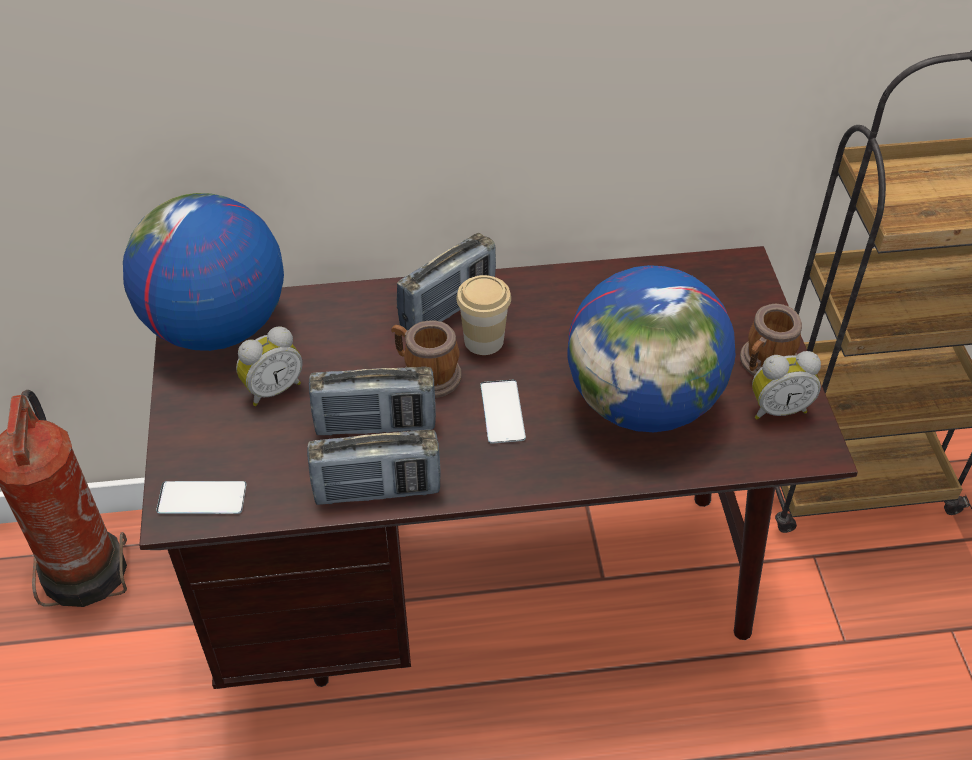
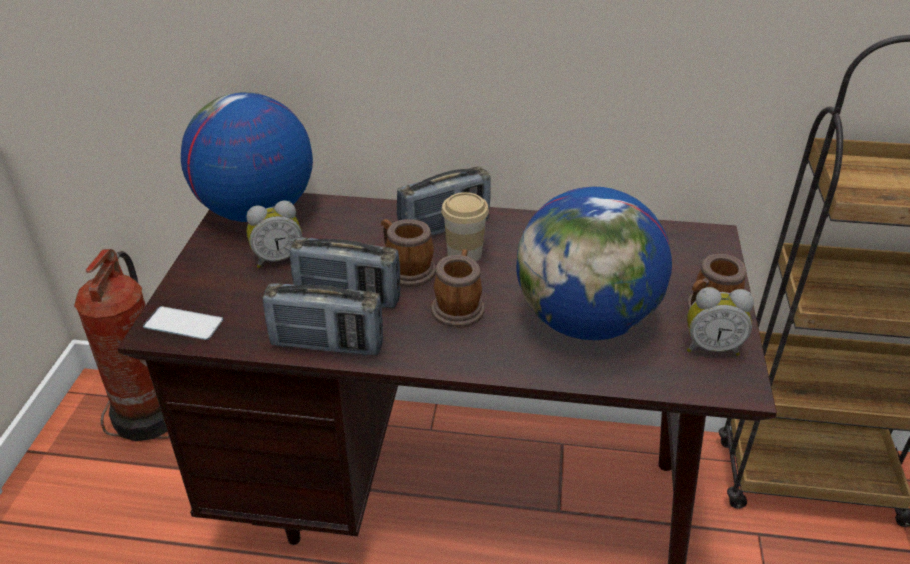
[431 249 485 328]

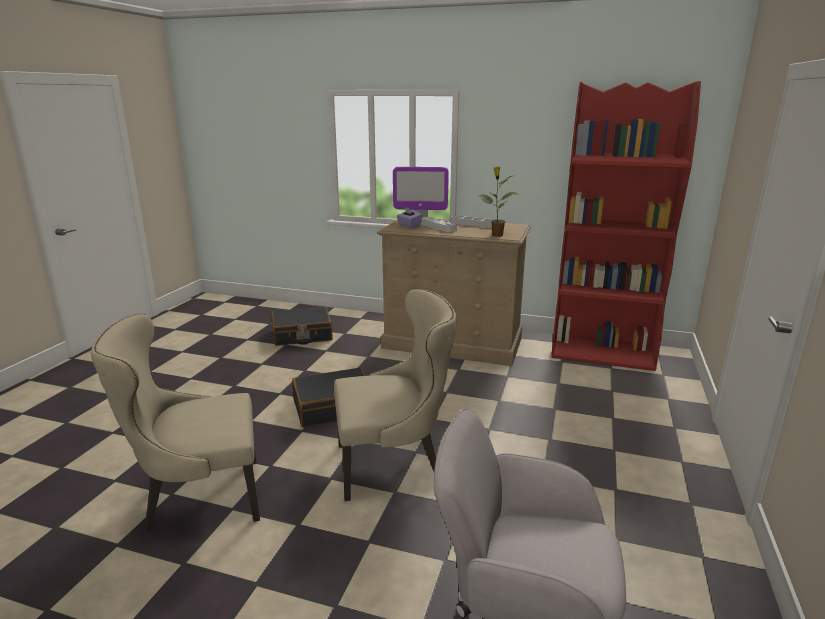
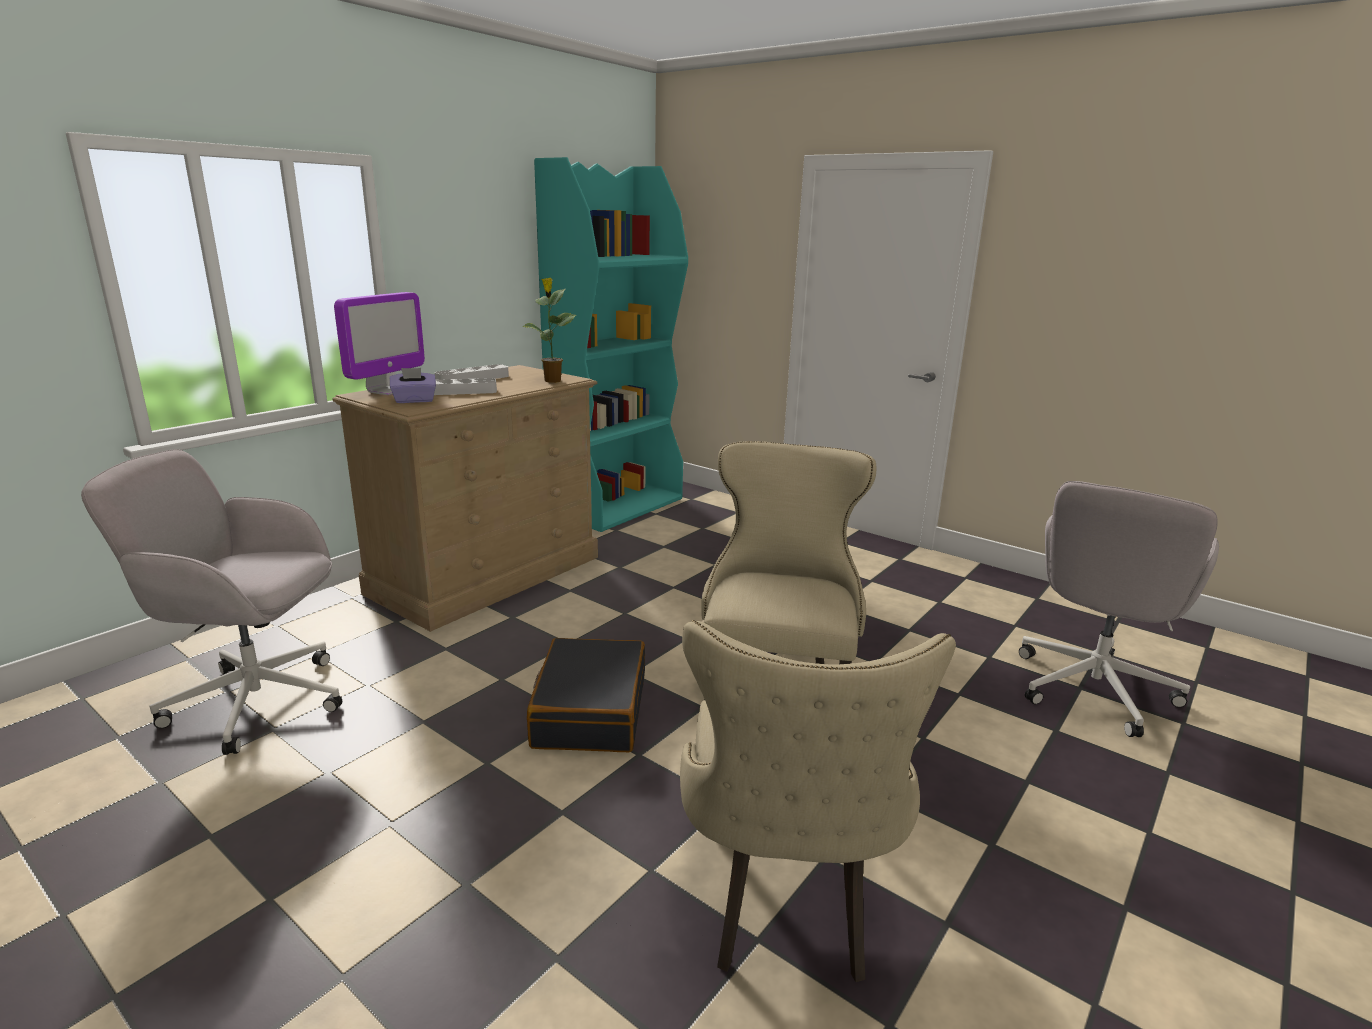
[81 449 342 755]
[534 157 688 532]

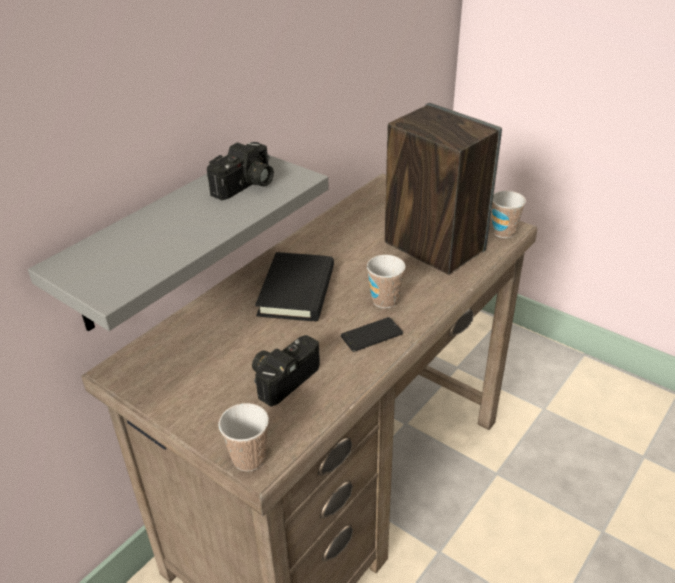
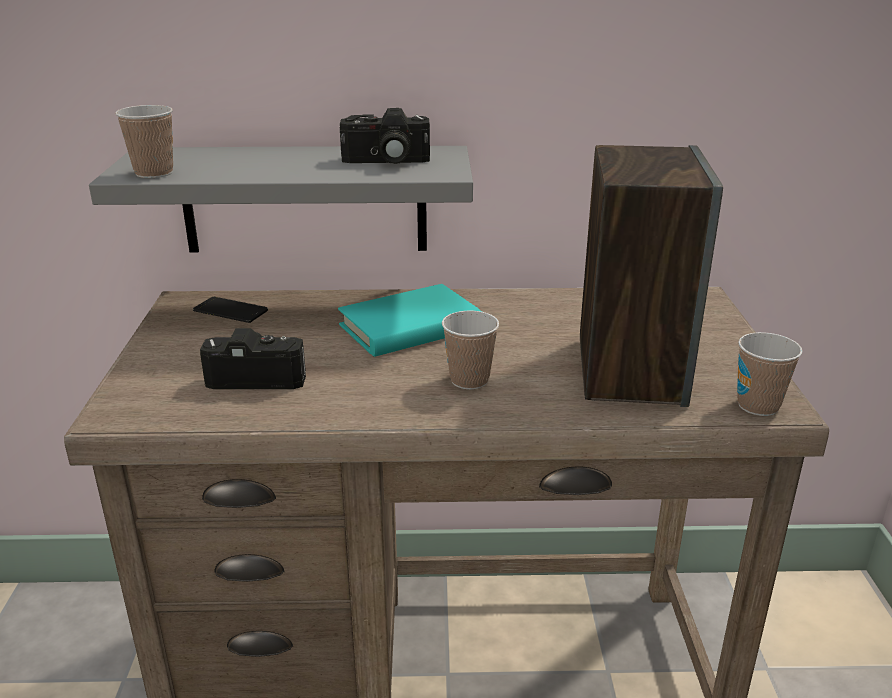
[115 105 173 178]
[193 297 268 323]
[338 284 482 357]

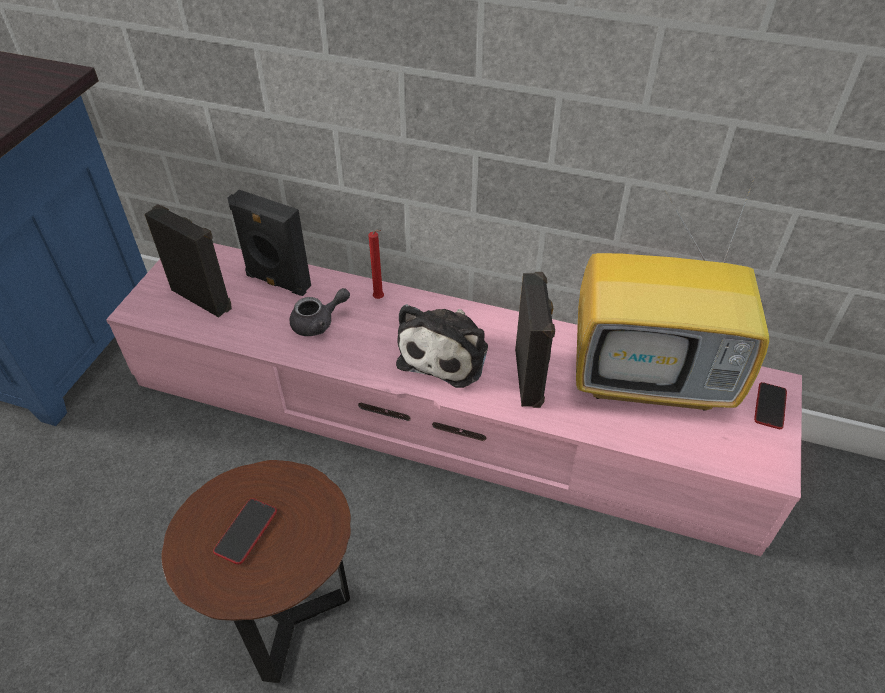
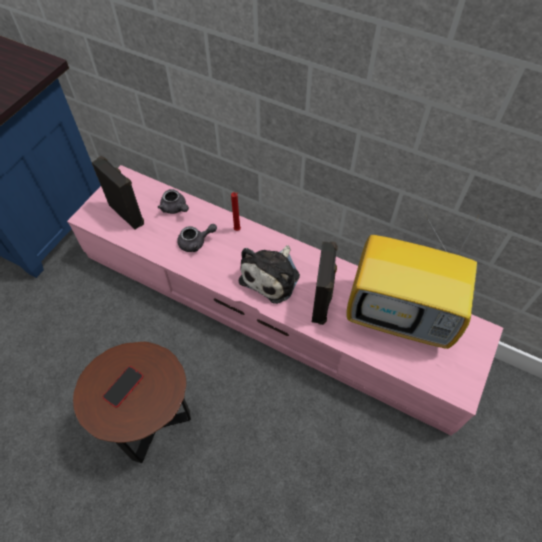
[158 189 189 214]
[754 382 787 429] (first image)

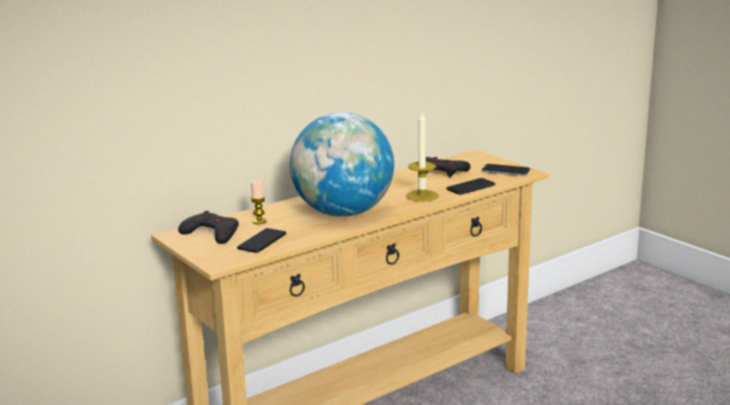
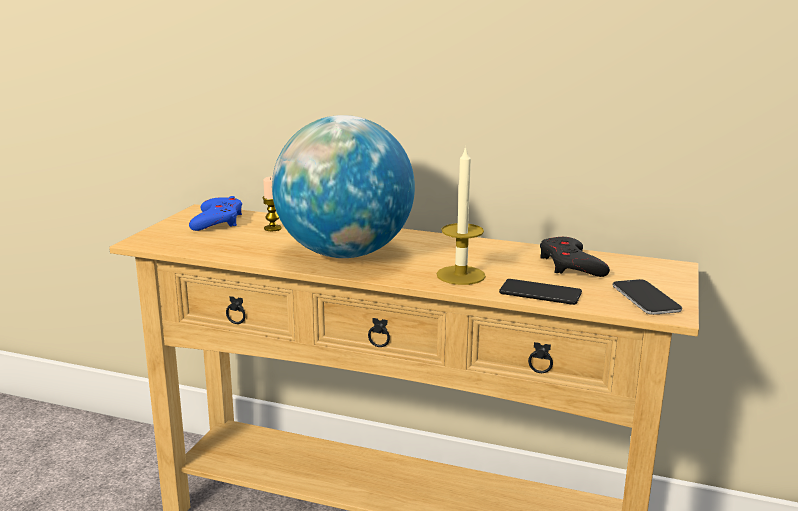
[189 196 242 231]
[237 228 286 253] (first image)

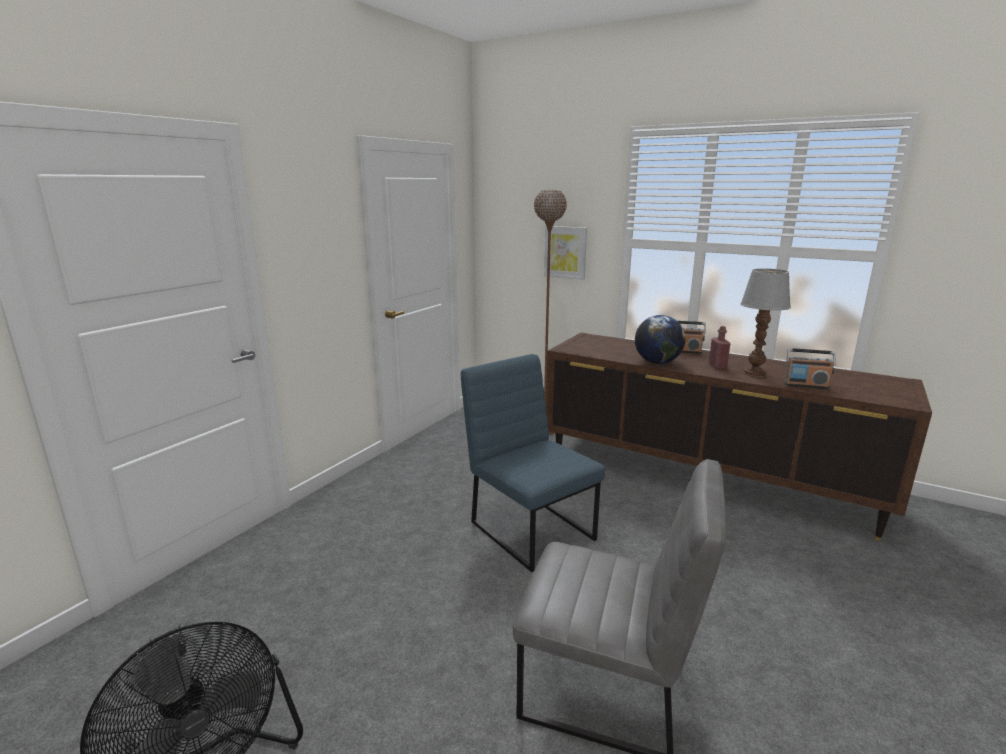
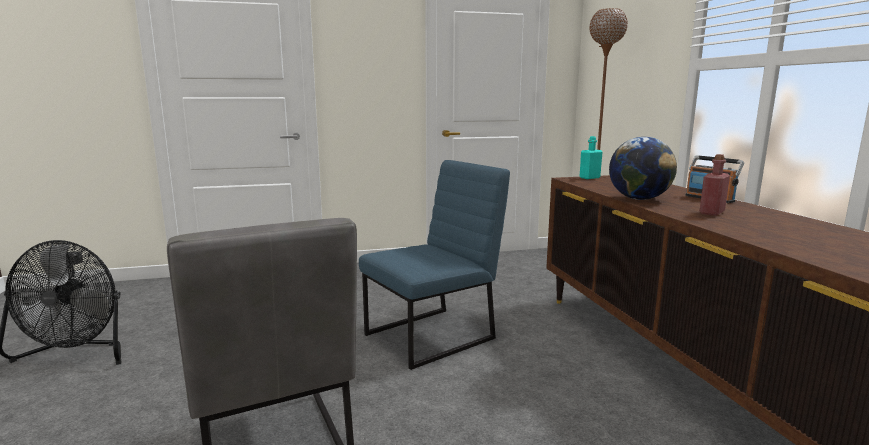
[359 160 510 370]
[580 136 603 179]
[544 226 587 280] (first image)
[740 269 791 377] (first image)
[784 348 836 389] (first image)

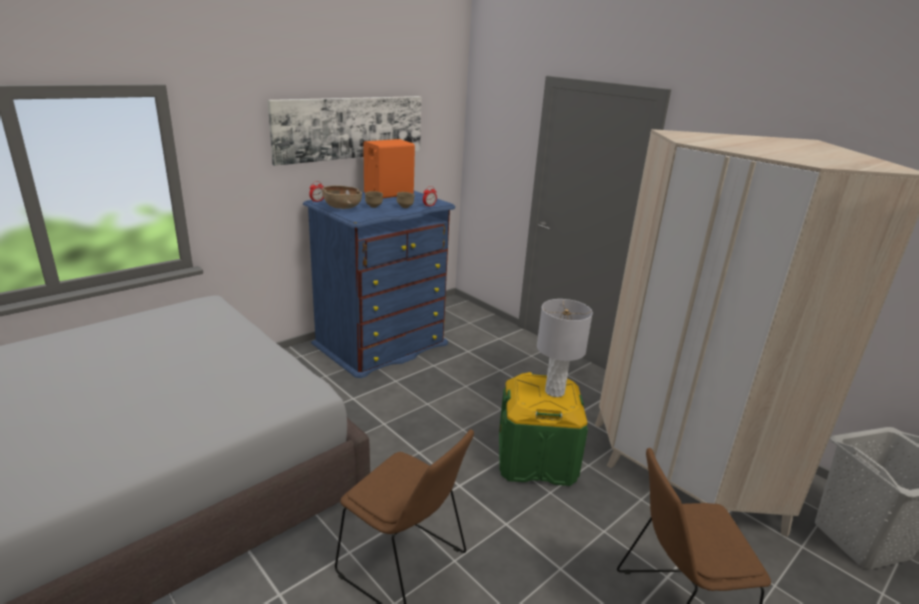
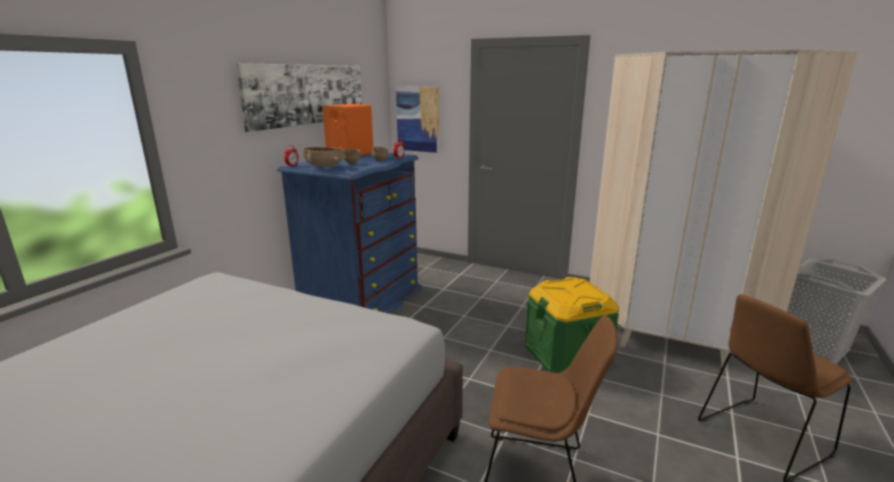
[396 86 439 153]
[537 299 593 397] (first image)

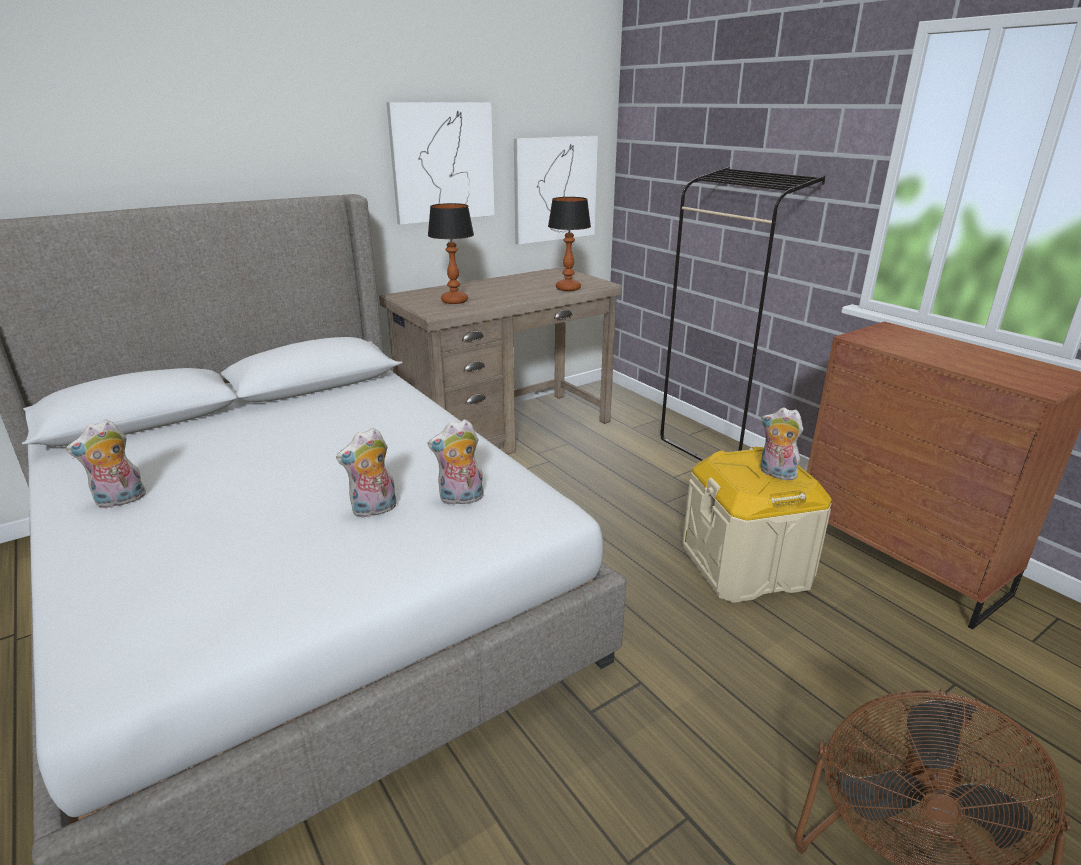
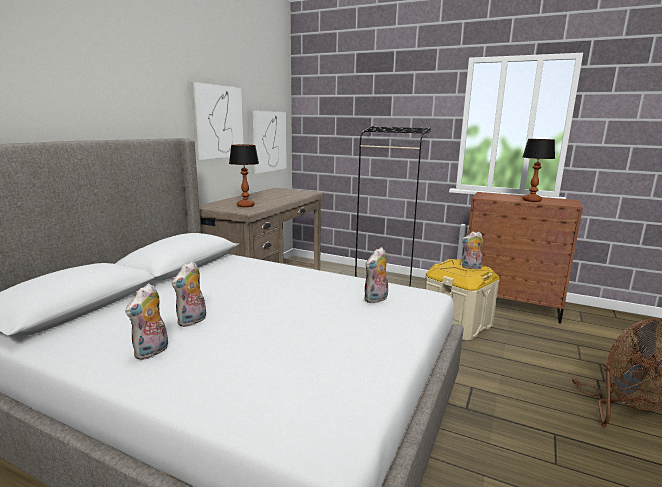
[172 261 206 327]
[523 139 555 202]

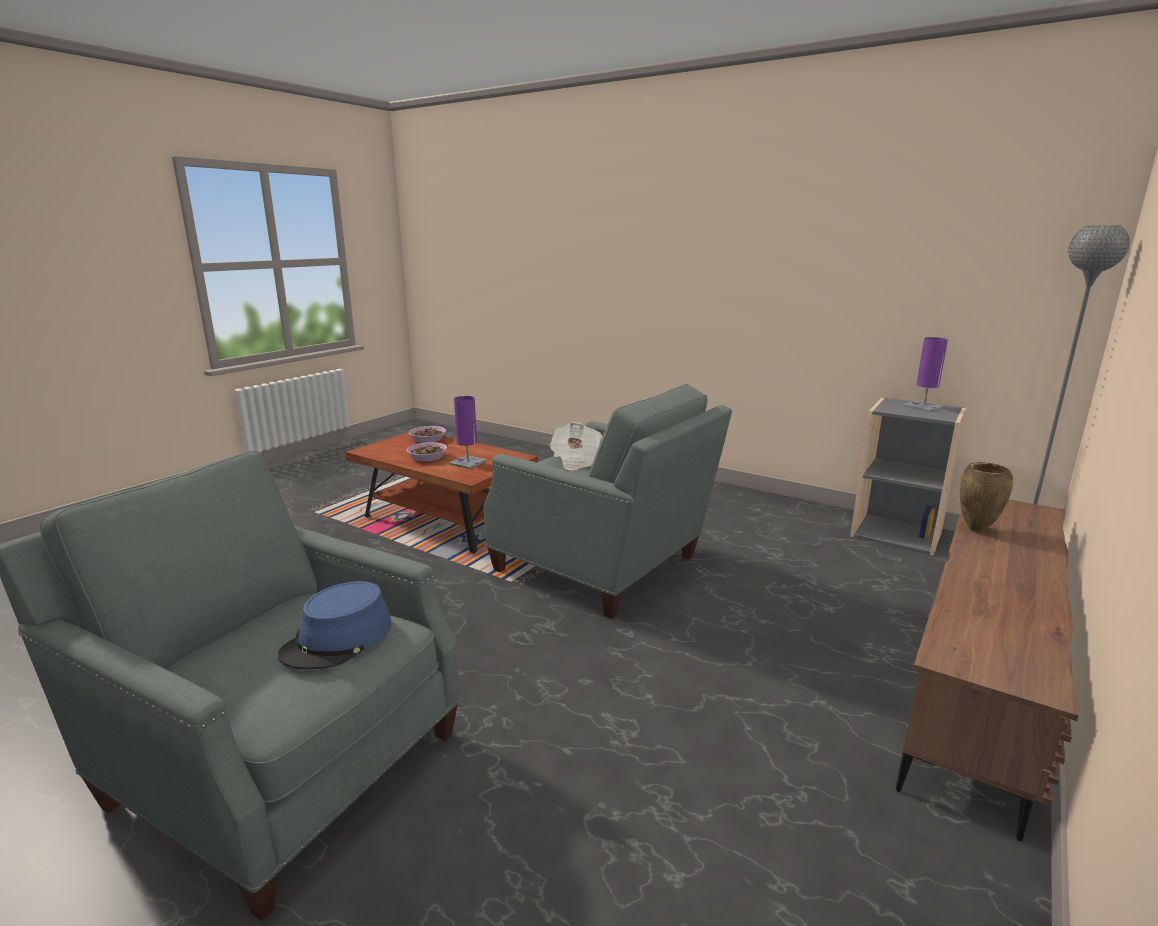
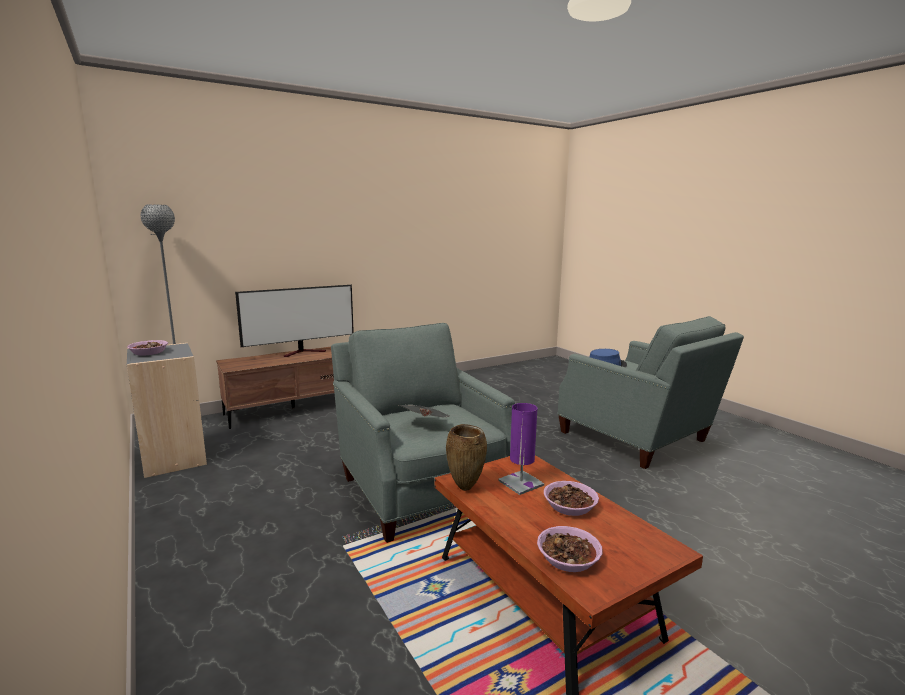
[127 340 168 356]
[235 285 354 357]
[446 424 487 491]

